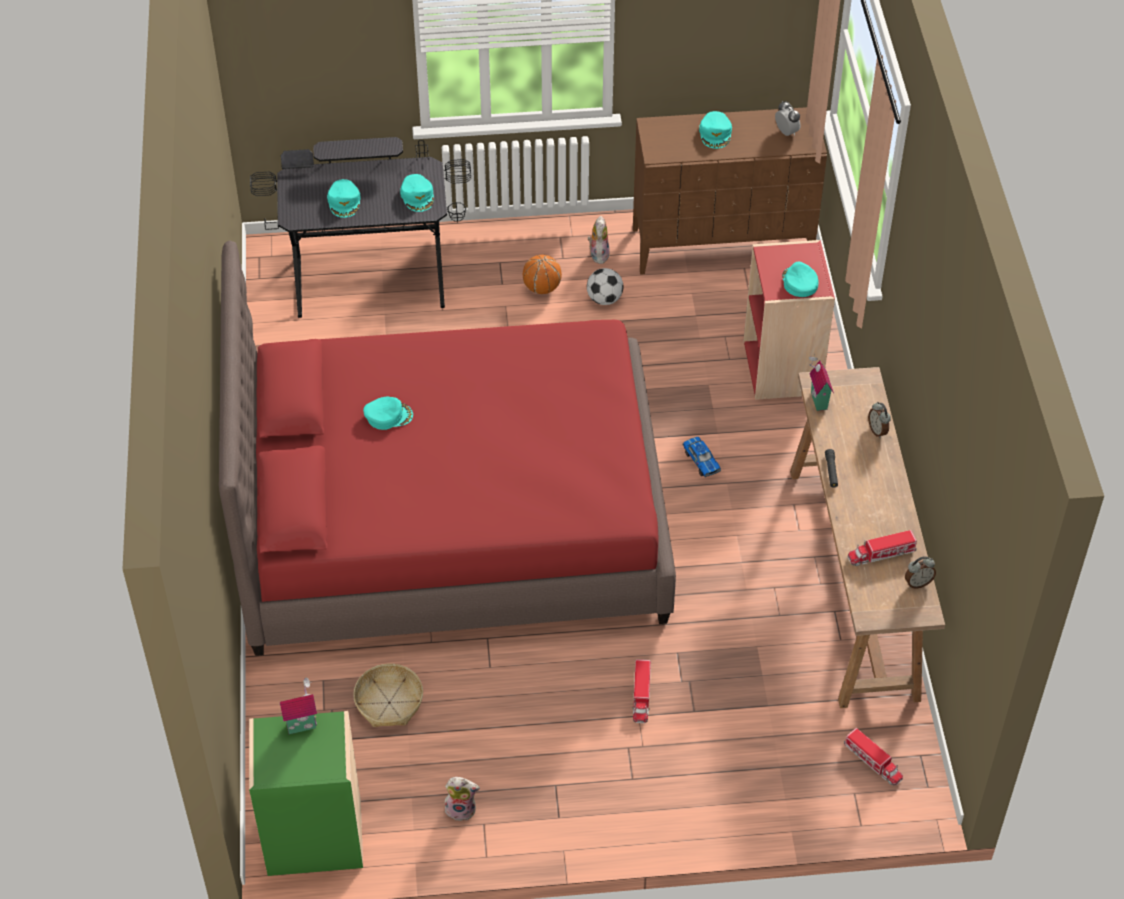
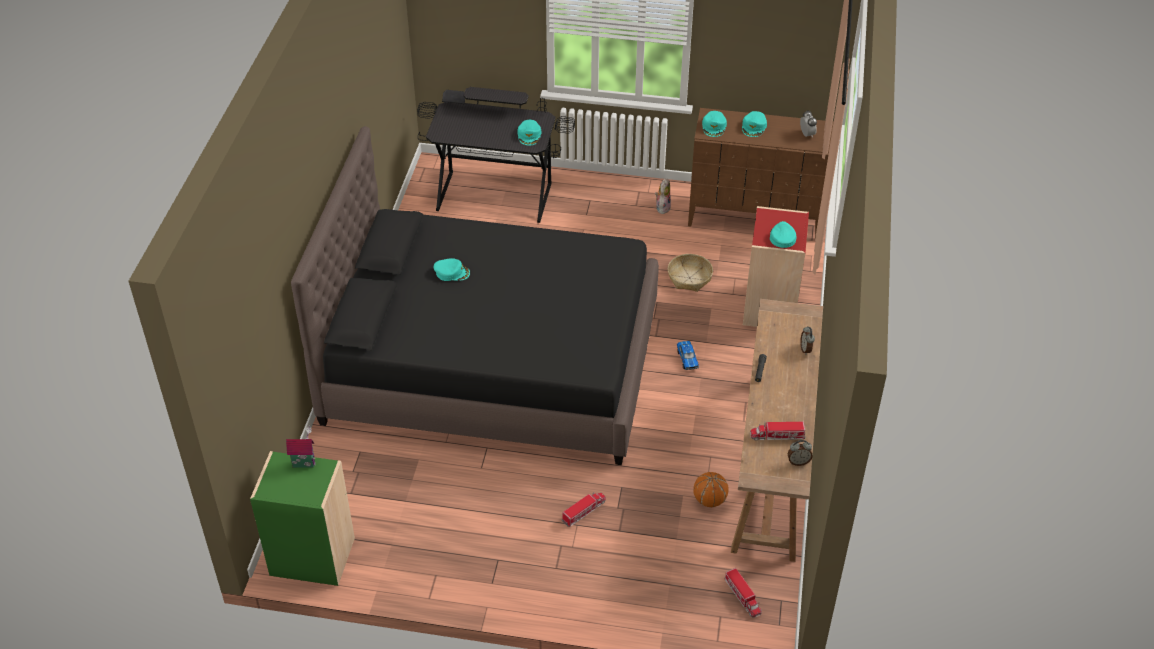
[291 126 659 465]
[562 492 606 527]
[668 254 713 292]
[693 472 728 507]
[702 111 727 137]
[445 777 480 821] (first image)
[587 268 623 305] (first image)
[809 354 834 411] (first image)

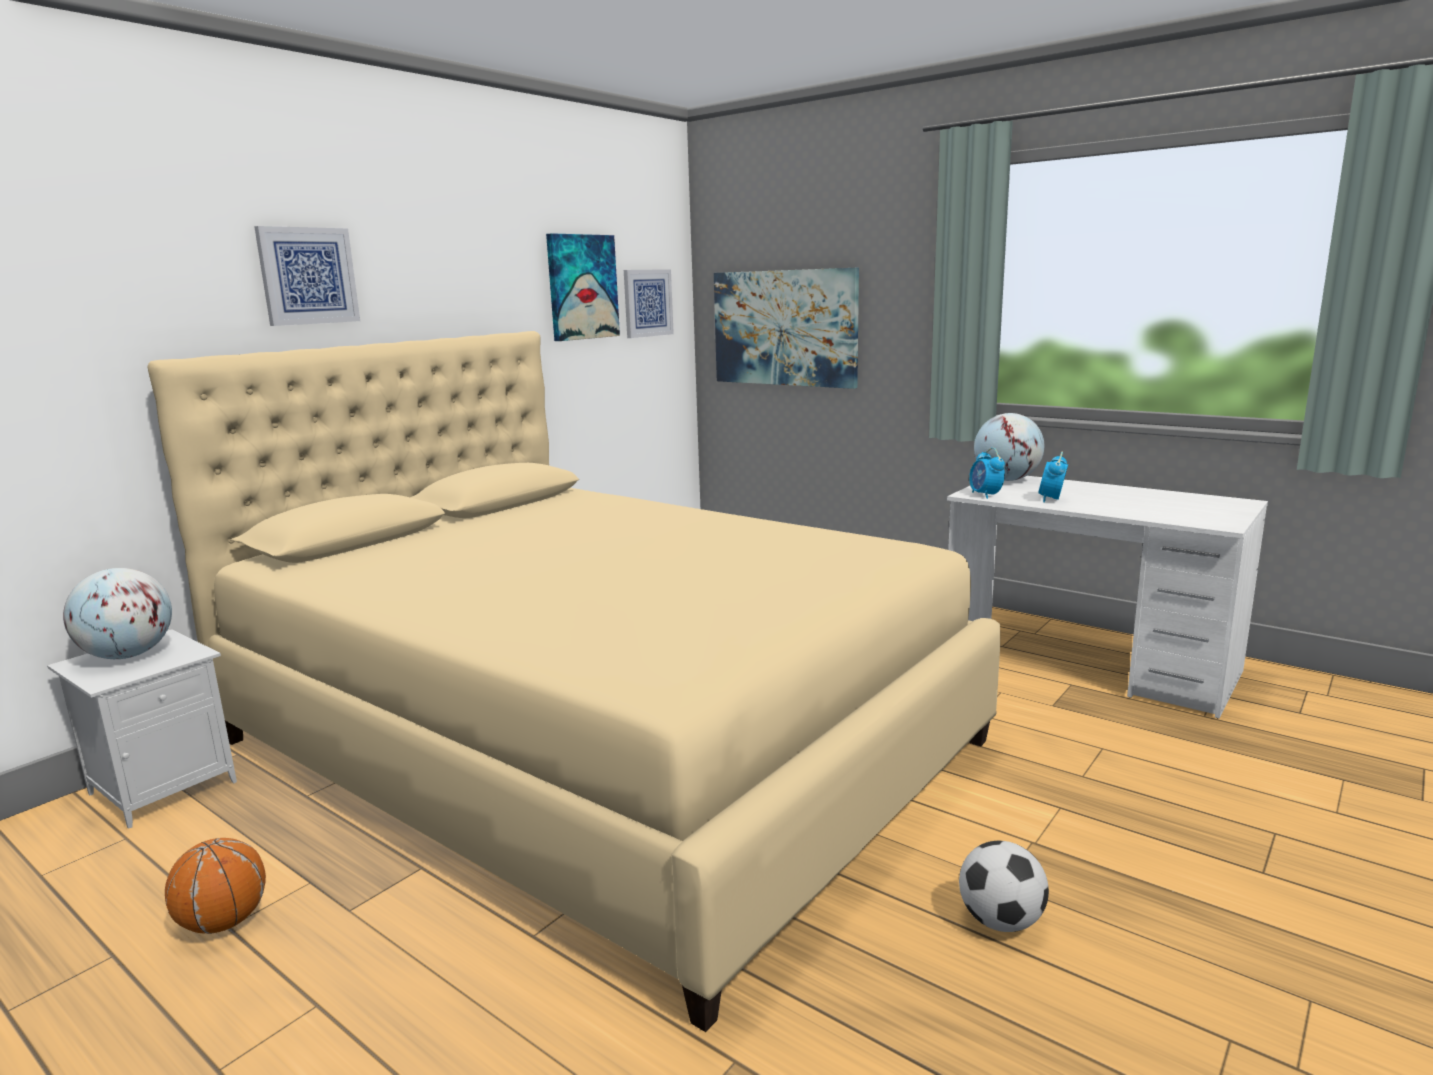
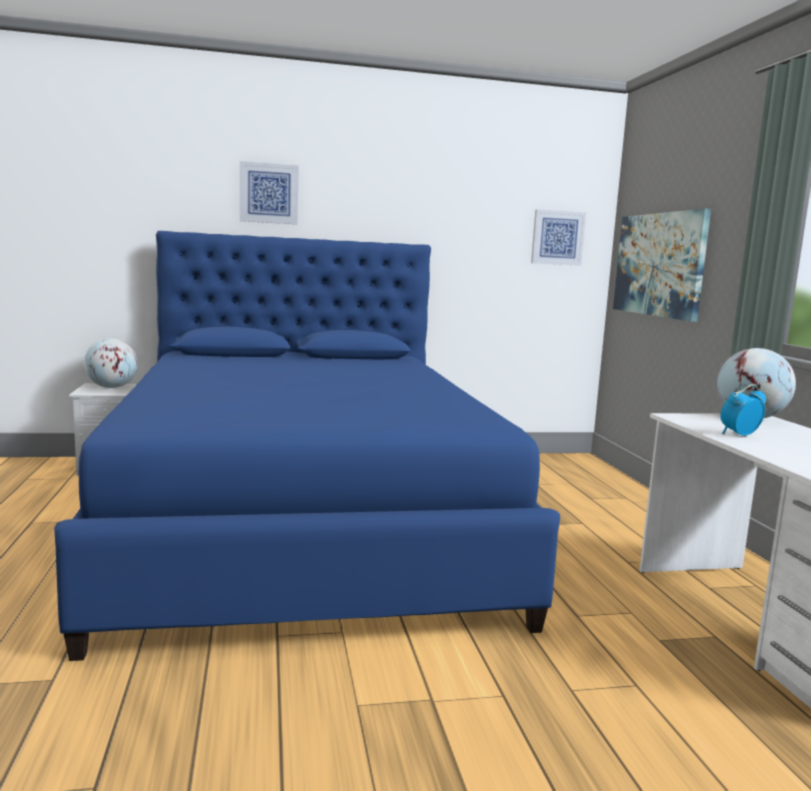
[54 231 560 661]
[165 838 266 934] (first image)
[546 233 620 341] (first image)
[959 841 1049 932] (first image)
[969 448 1005 499] (first image)

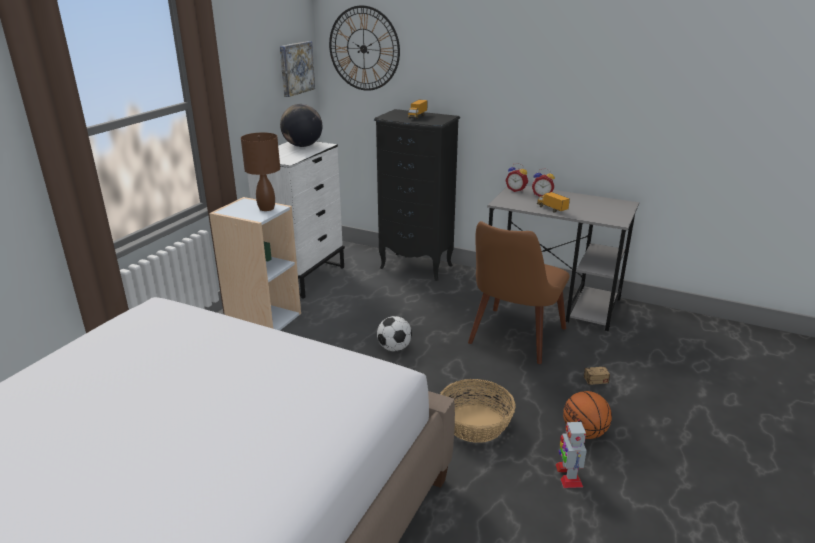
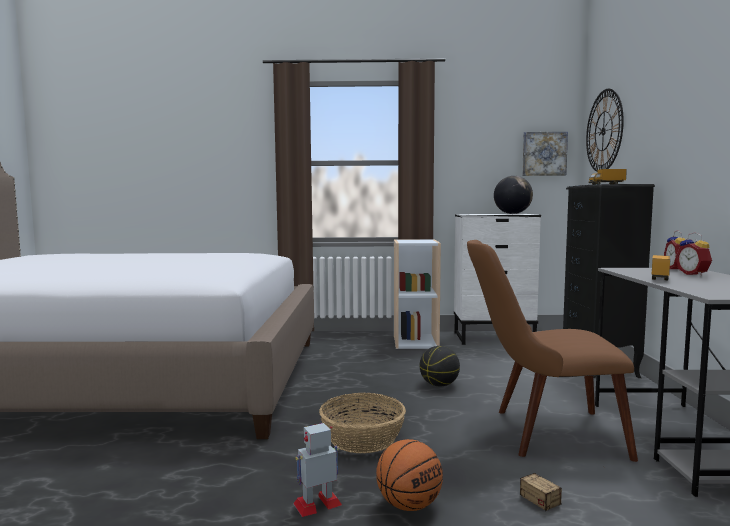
[420 346 460 386]
[241 133 280 211] (first image)

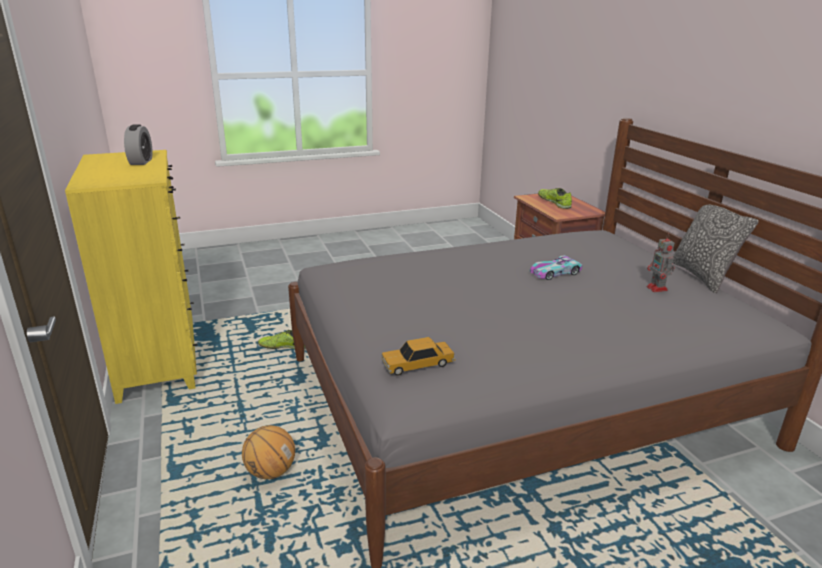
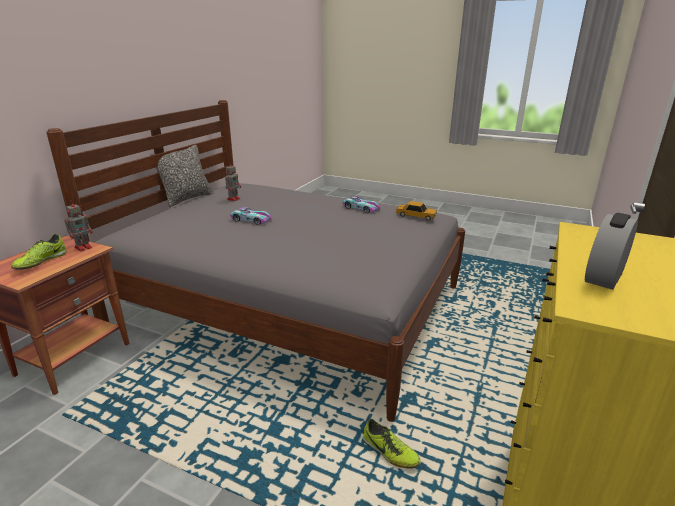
[65 200 92 251]
[343 196 380 213]
[242 425 295 479] (first image)

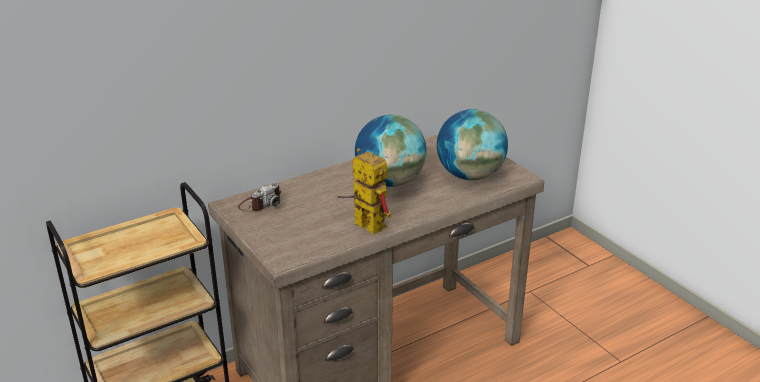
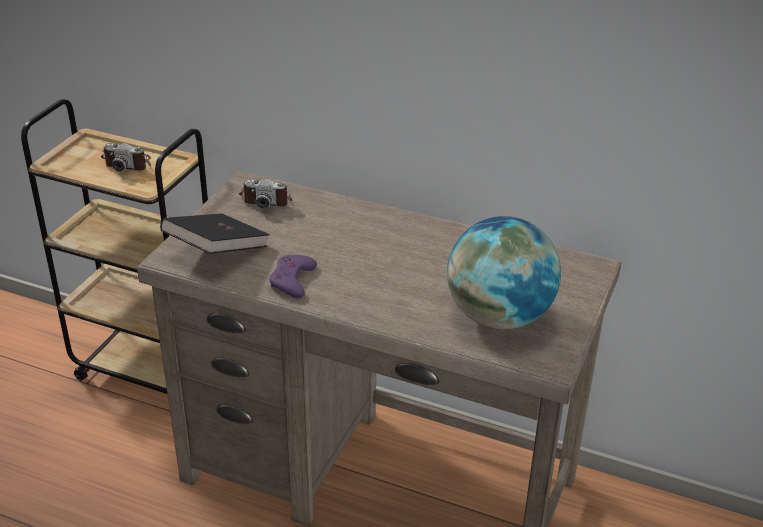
[101 143 151 172]
[160 214 270 254]
[269 255 317 298]
[355 115 427 187] (first image)

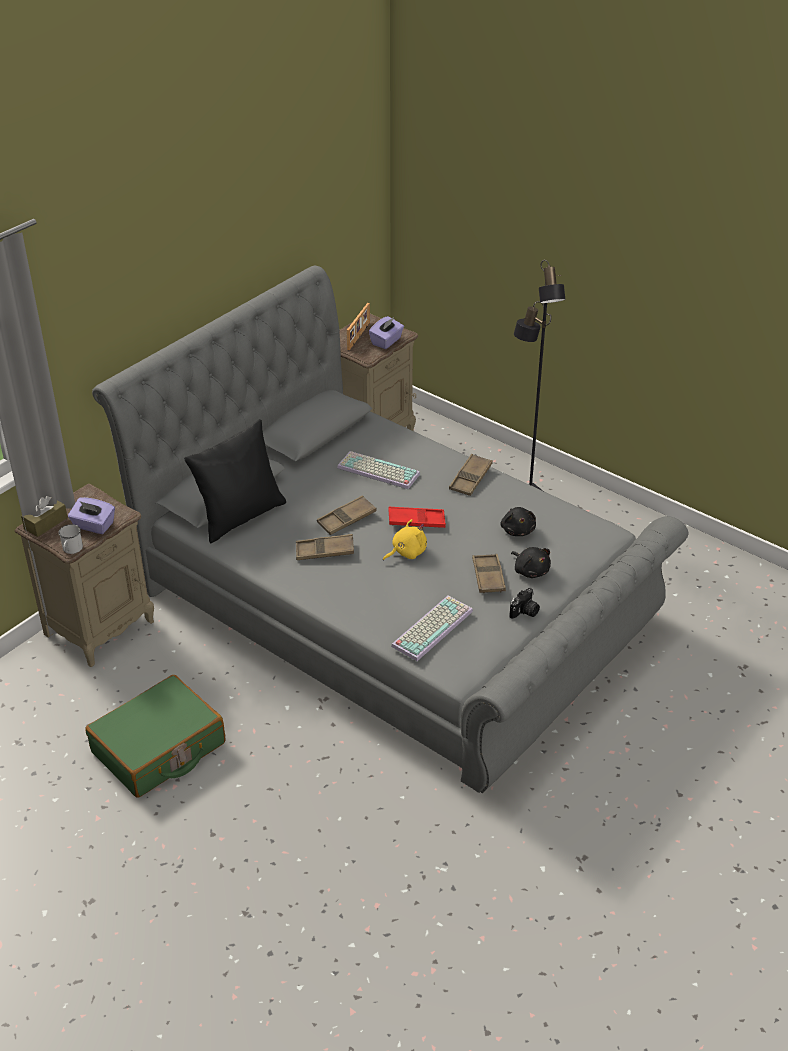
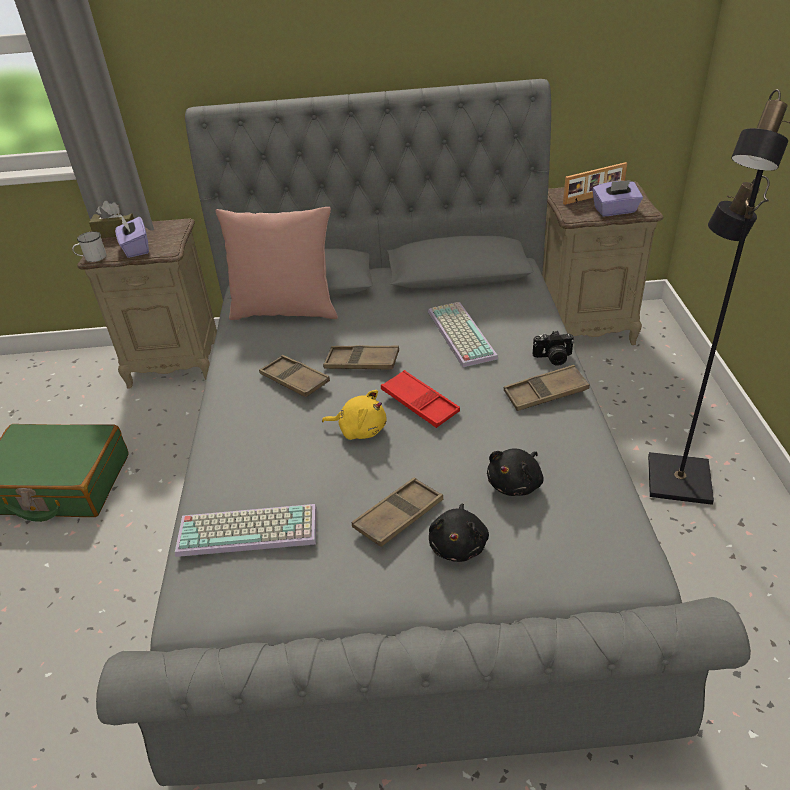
[216 207 338 320]
[533 331 574 366]

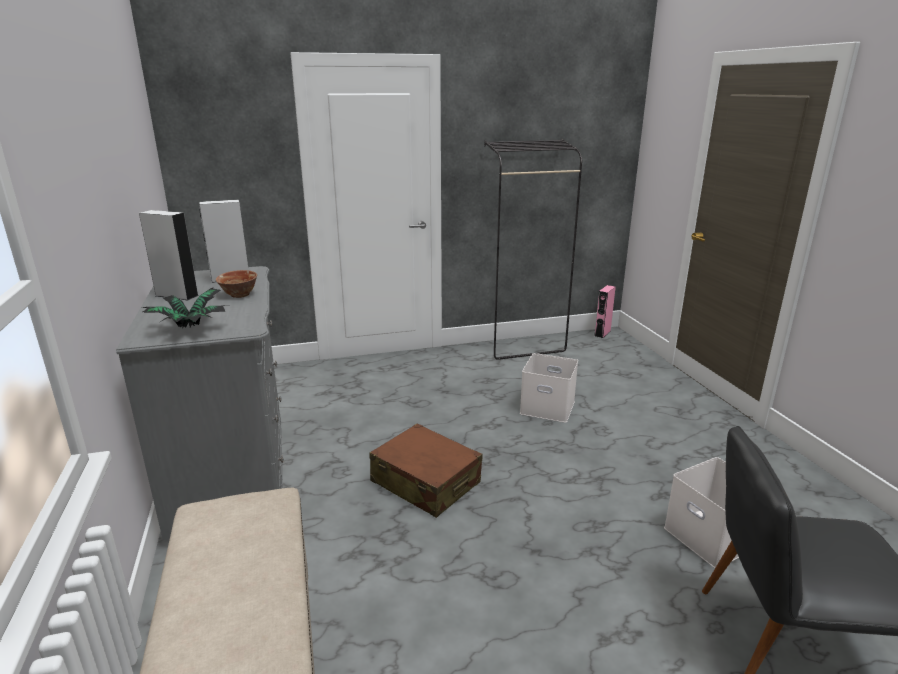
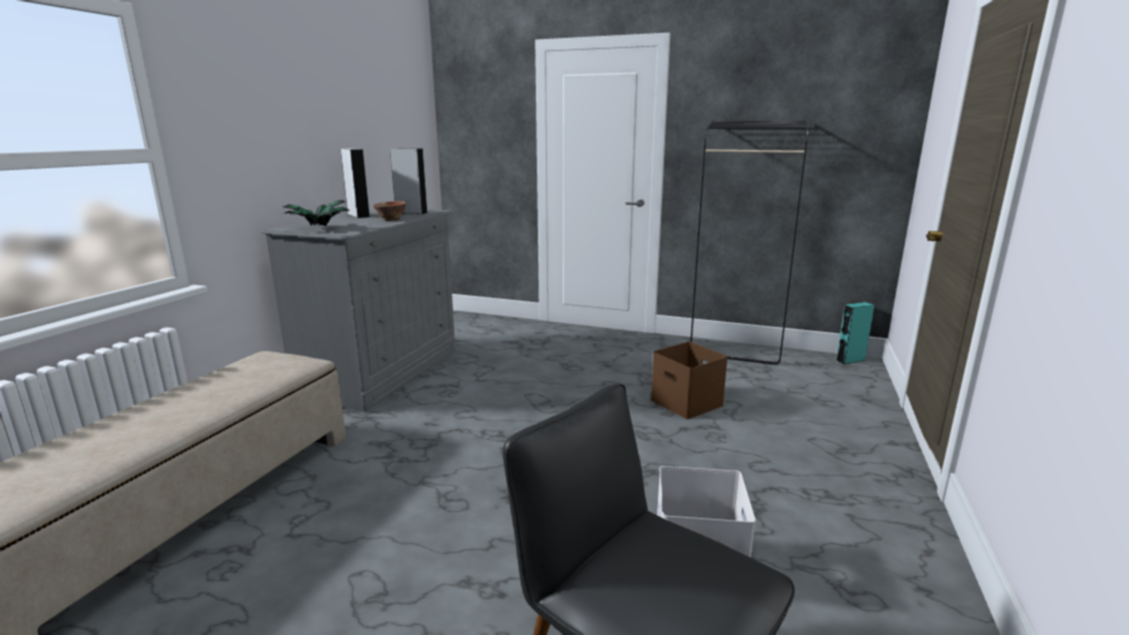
[651 342 728 419]
[835 302 874 365]
[370 423 483 518] (first image)

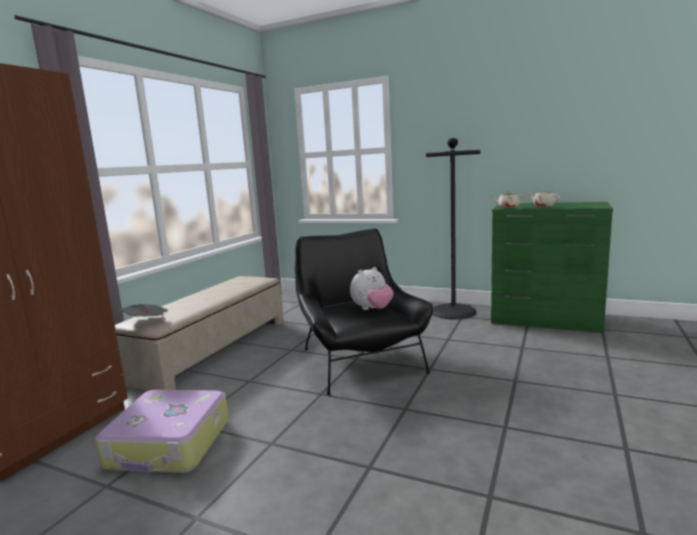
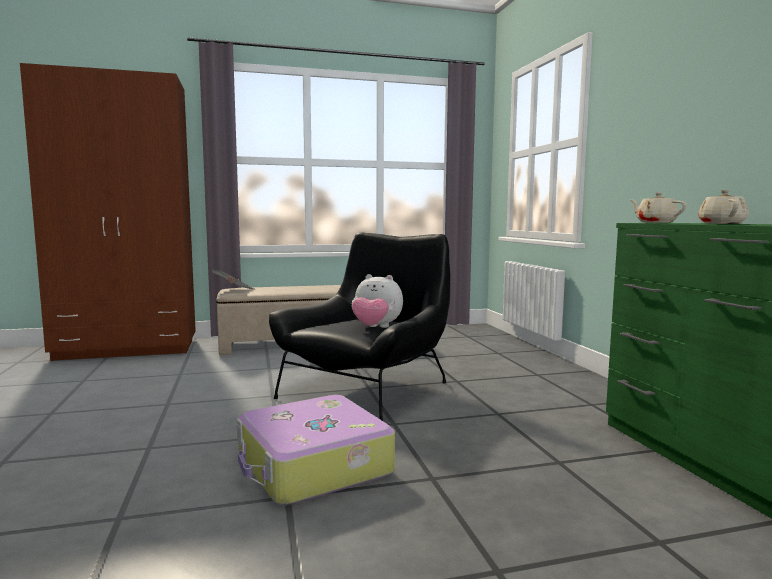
[236 395 395 505]
[426 138 480 320] (first image)

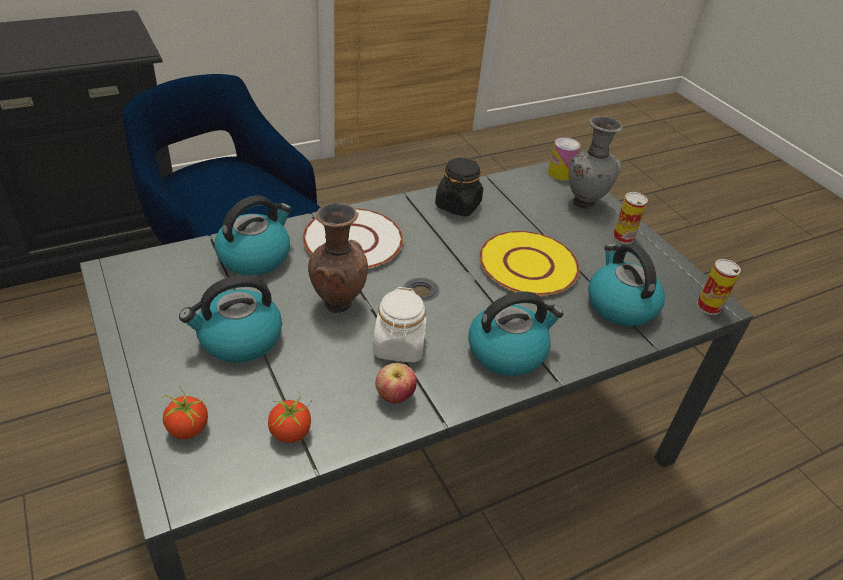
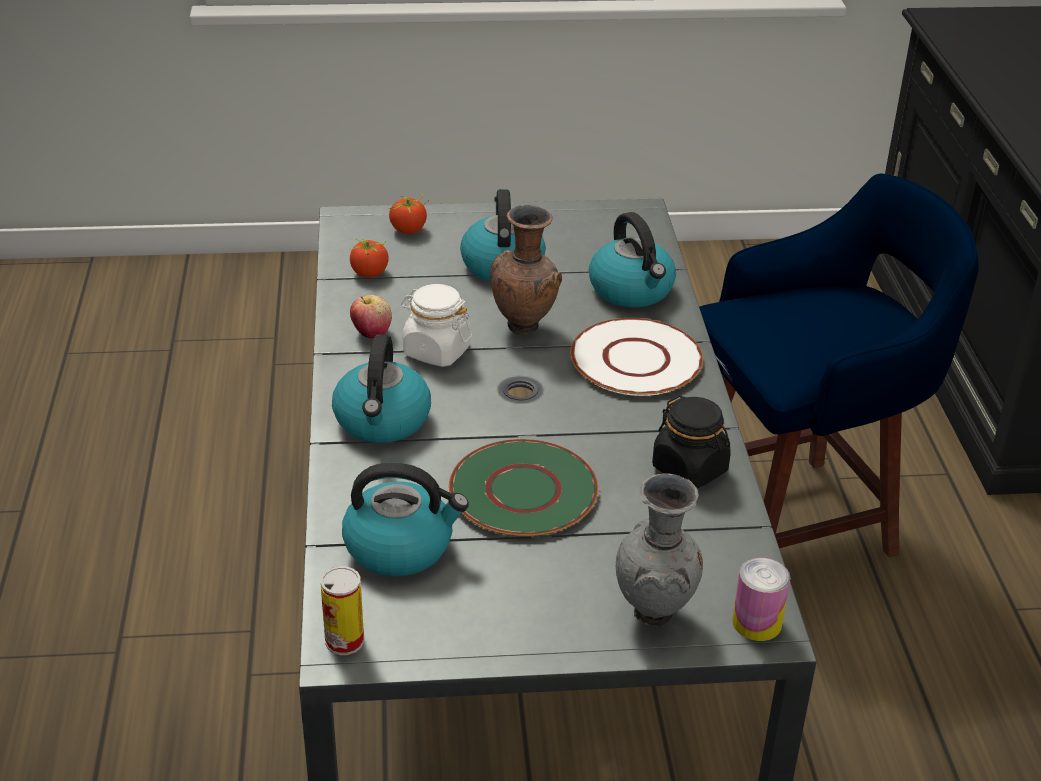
[449 439 598 537]
[613 192 648 244] (first image)

